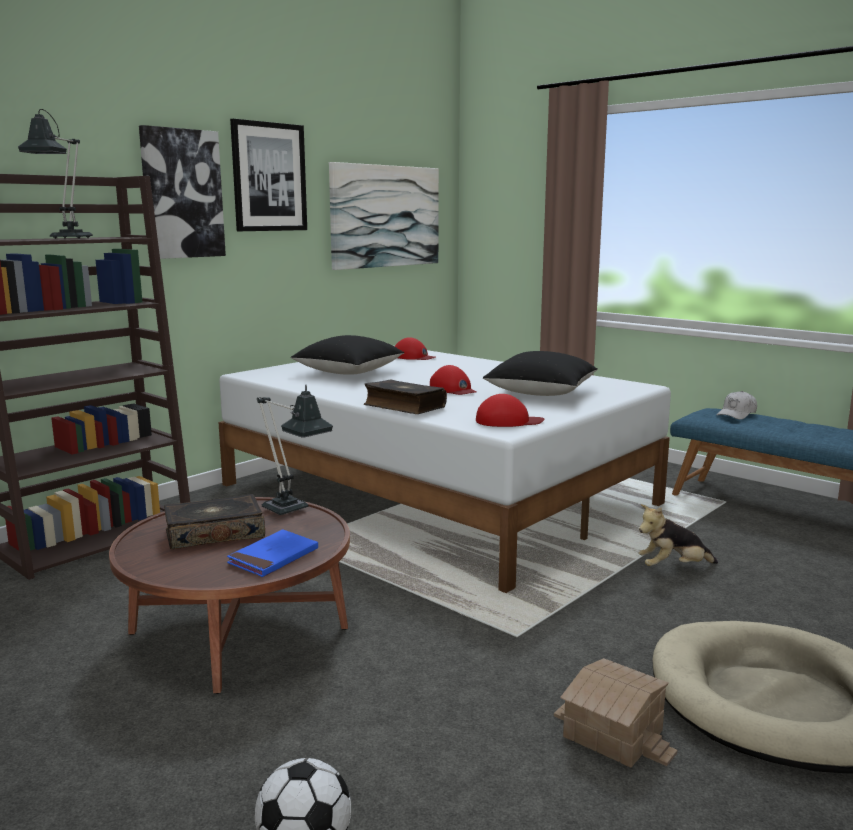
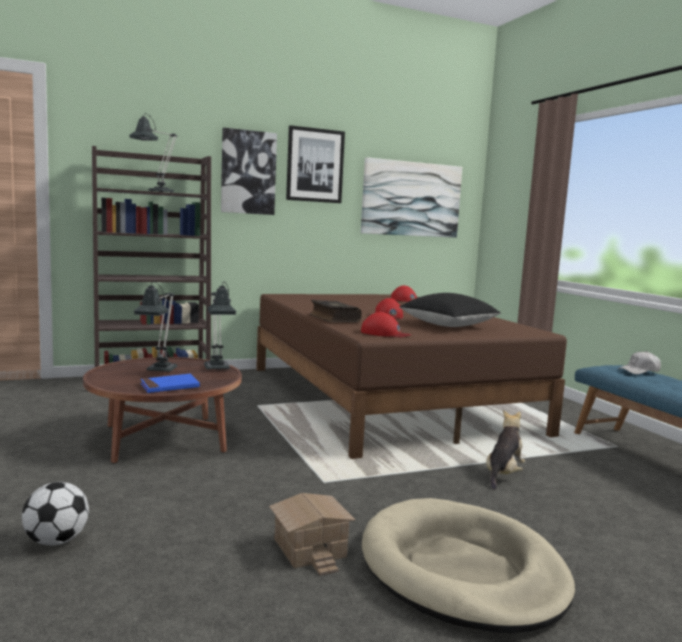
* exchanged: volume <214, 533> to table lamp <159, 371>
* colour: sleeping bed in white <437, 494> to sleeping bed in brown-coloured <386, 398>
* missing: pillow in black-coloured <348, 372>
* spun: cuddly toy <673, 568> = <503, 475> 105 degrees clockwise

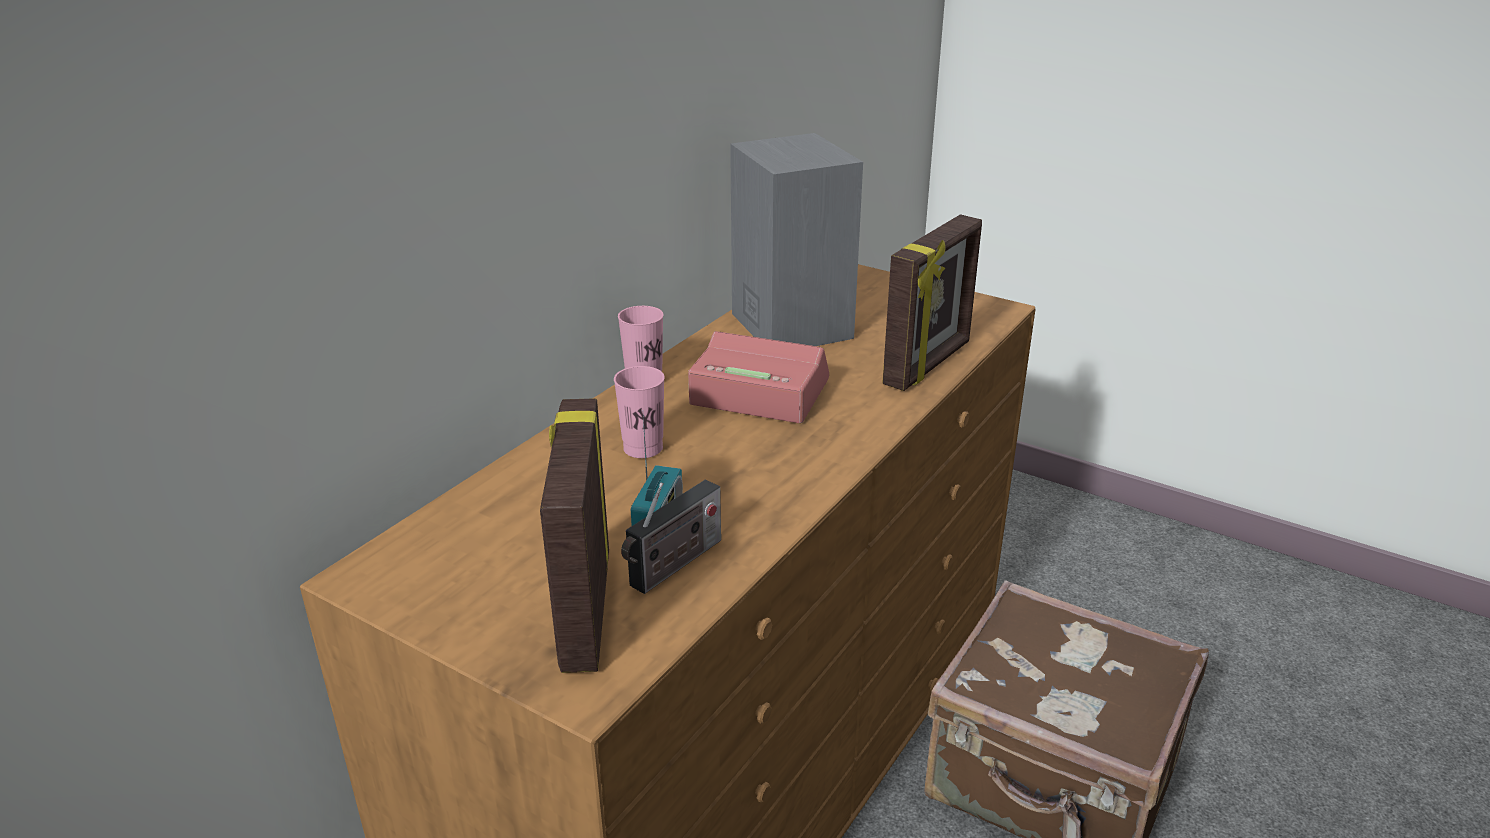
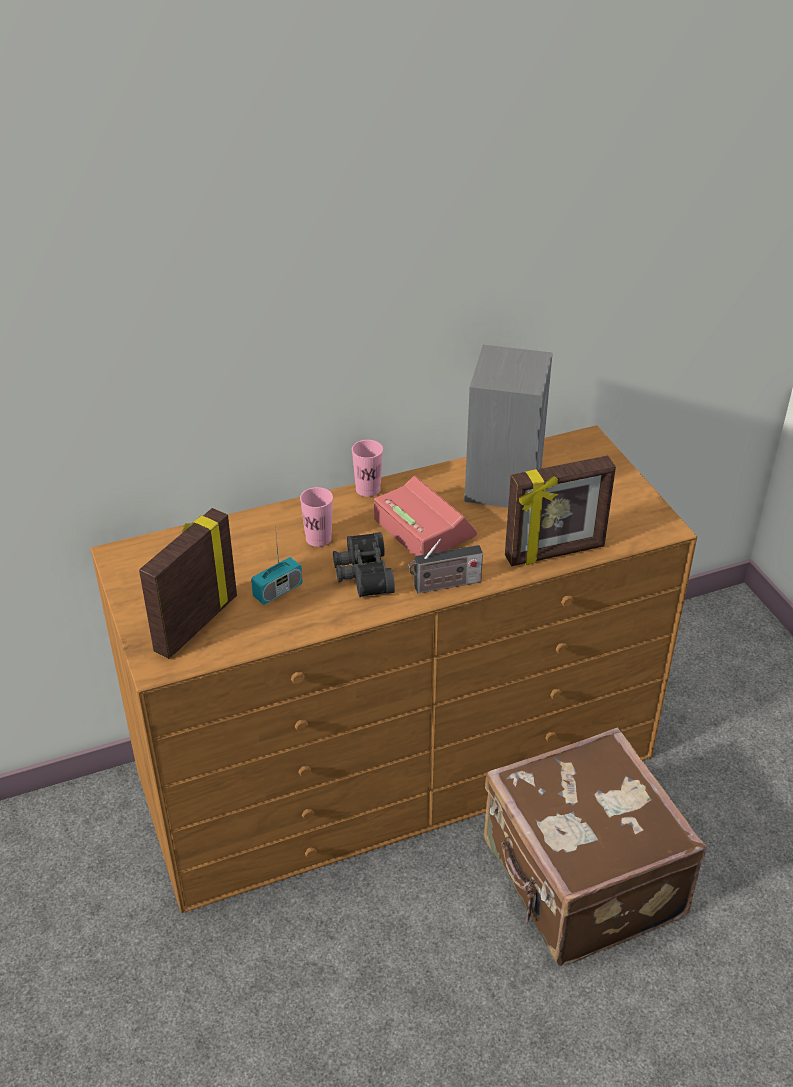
* relocated: radio set <673, 566> to <444, 585>
* appeared: field glasses in black-coloured <361, 574>

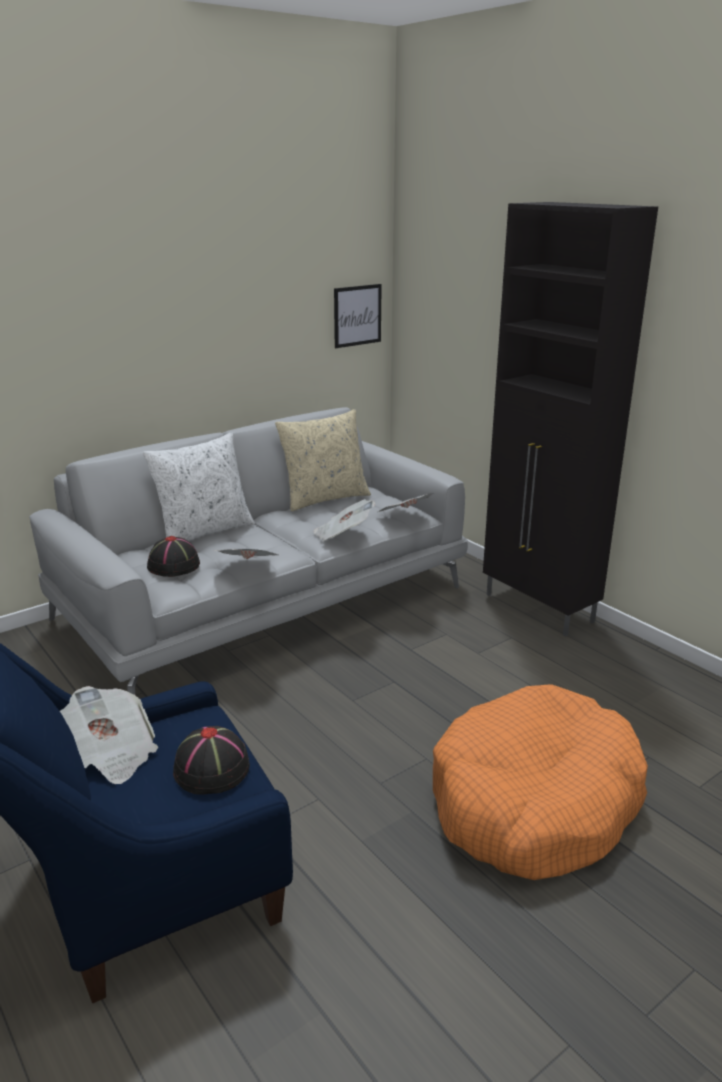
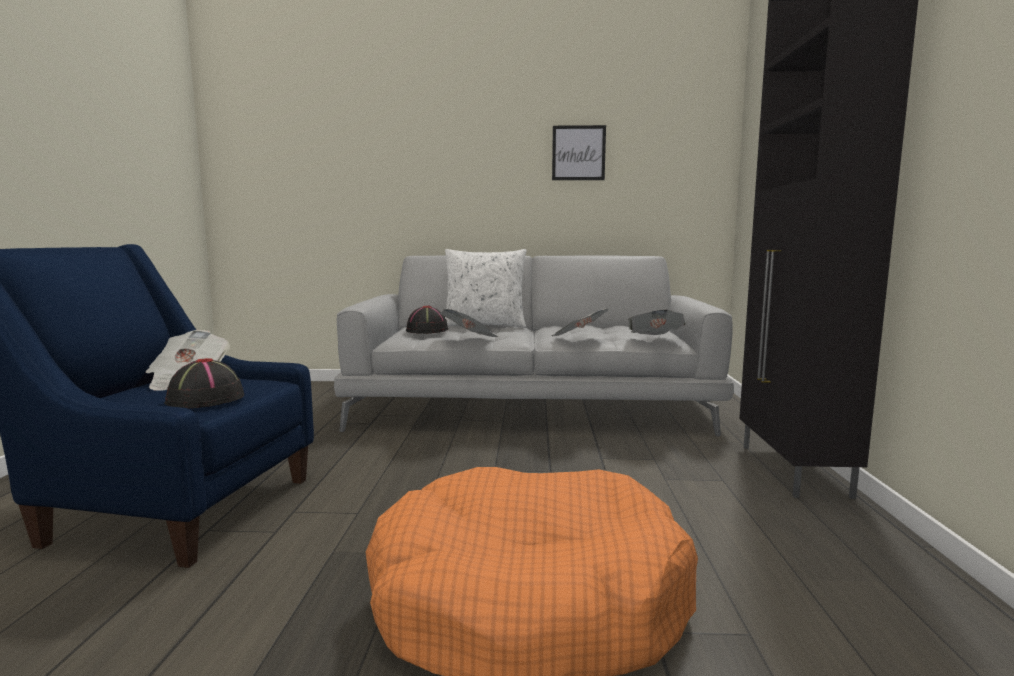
* missing: pillow in beige <324, 498>
* relocated: wall picture <357, 315> to <578, 153>

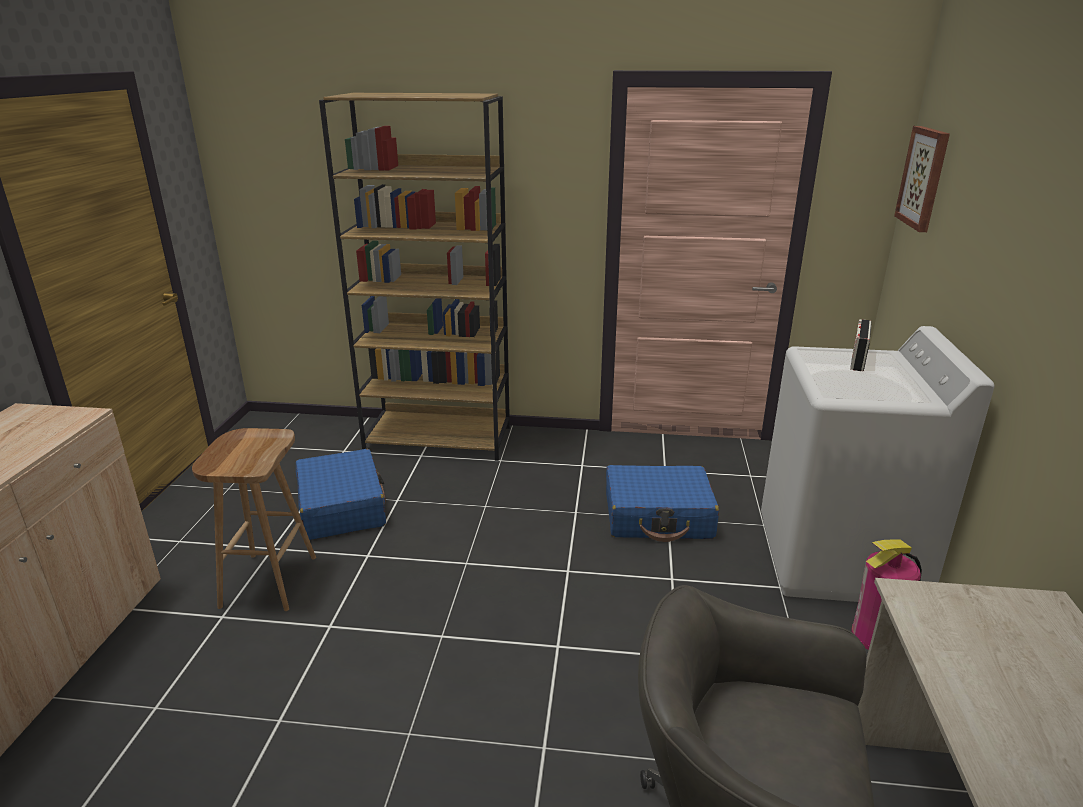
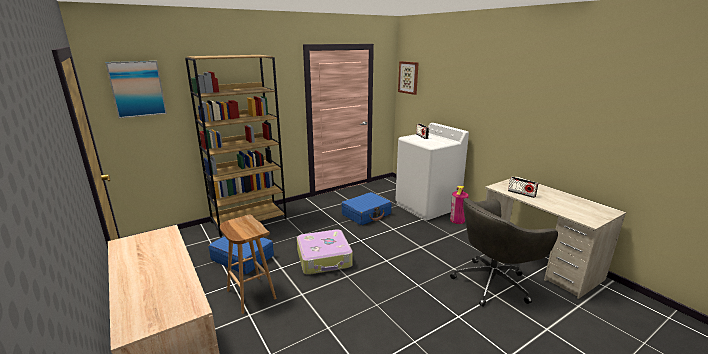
* appeared: wall picture <137, 89>
* appeared: suitcase <324, 259>
* appeared: radio set <521, 193>

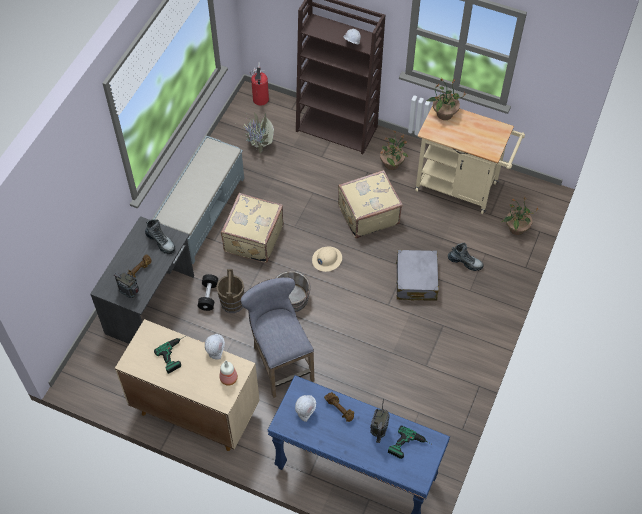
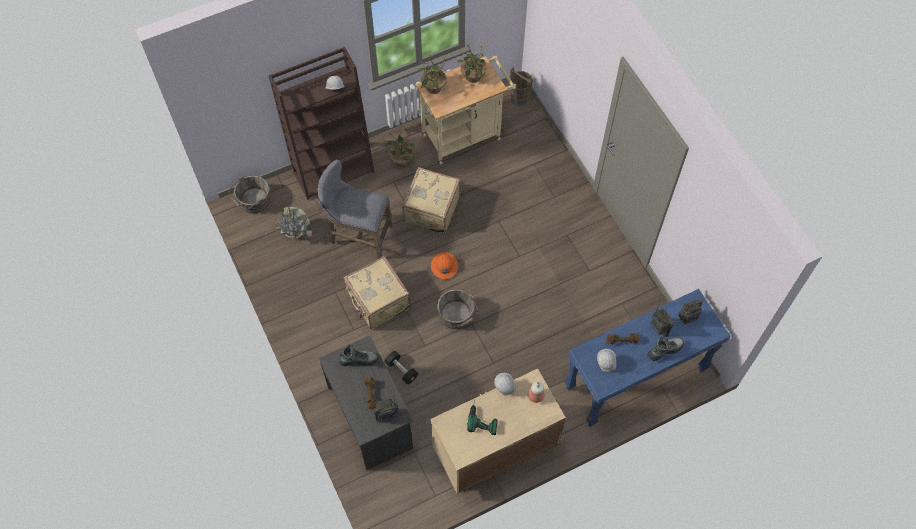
* missing: indoor bench in gray <202, 213>
* relocated: bucket in brown-coloured <232, 303> to <519, 97>
* relocated: stool seat in gray <280, 361> to <358, 235>
* exchanged: fire-fighting cylinder <260, 101> to bucket in gray <252, 201>
* colour: hard hat in beige <326, 259> to hard hat in orangey <444, 266>
* exchanged: electric drill <410, 447> to radio set <687, 319>
* missing: suitcase in gray <416, 280>
* relocated: high-top boot <465, 262> to <665, 350>
* relocated: houseplant <516, 228> to <472, 77>

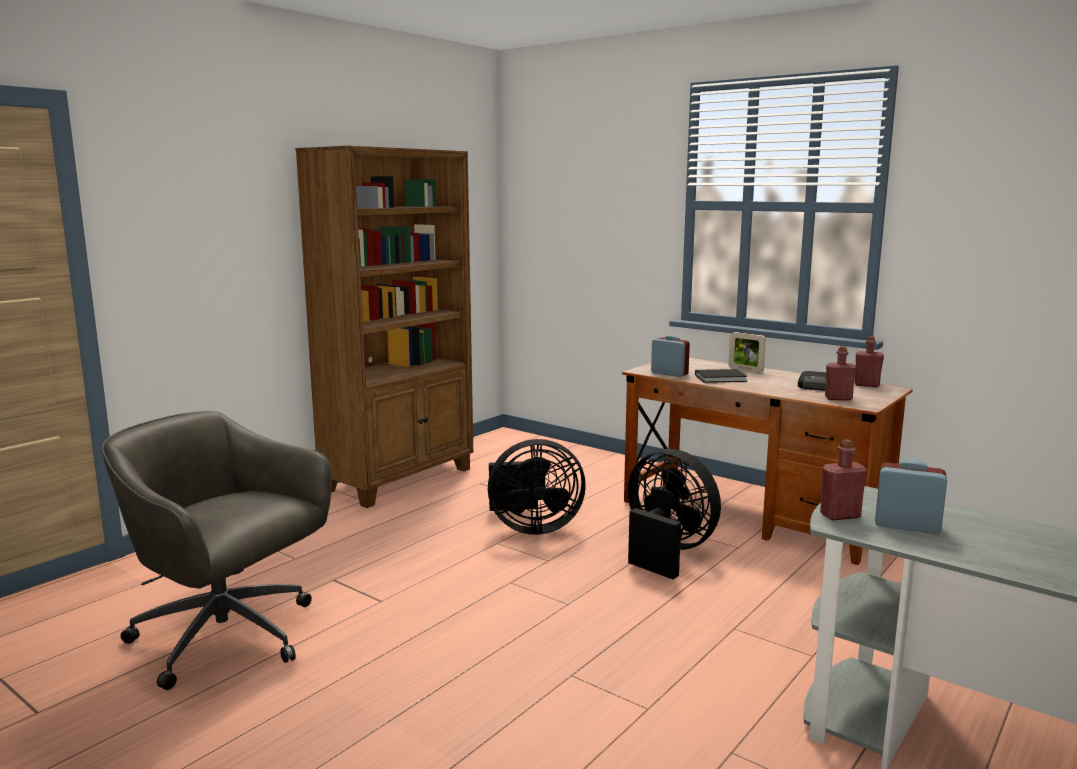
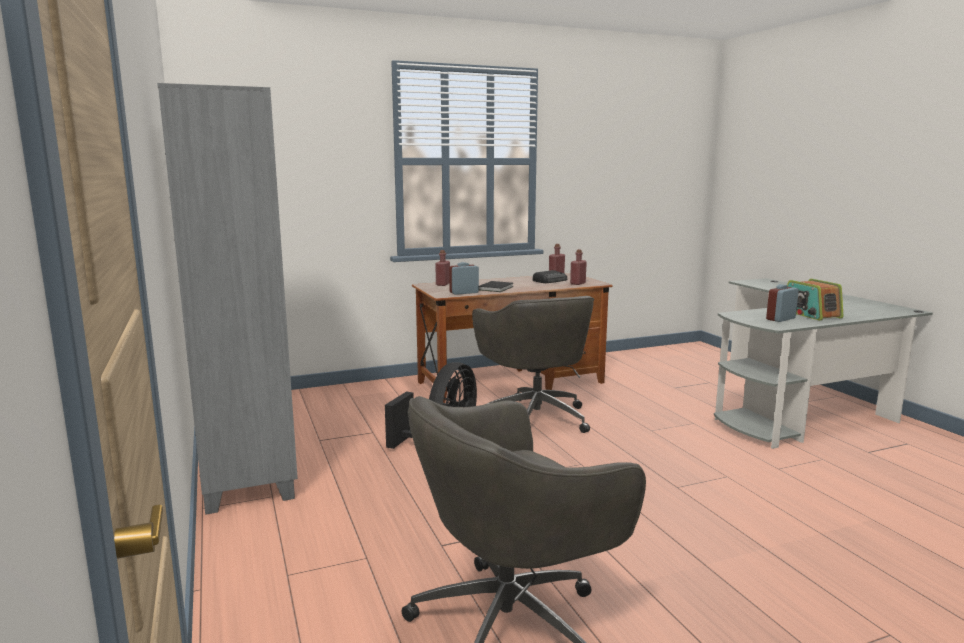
* colour: shelving unit in brown-coloured <400, 480> to shelving unit in gray <248, 469>
* exchanged: fan in black-coloured <666, 552> to office chair in gray <535, 417>
* missing: photo frame <745, 370>
* relocated: beverage bottle in red <840, 515> to <443, 284>
* appeared: radio set <810, 314>

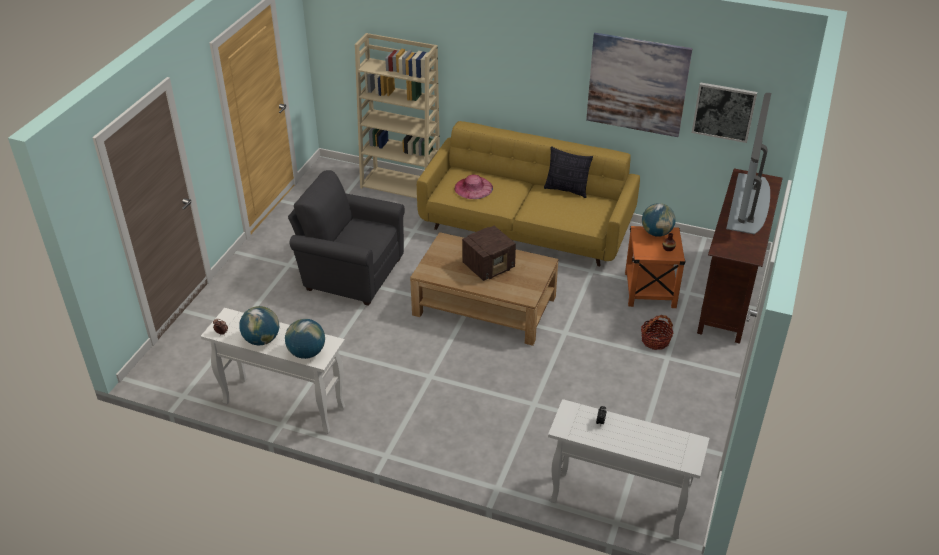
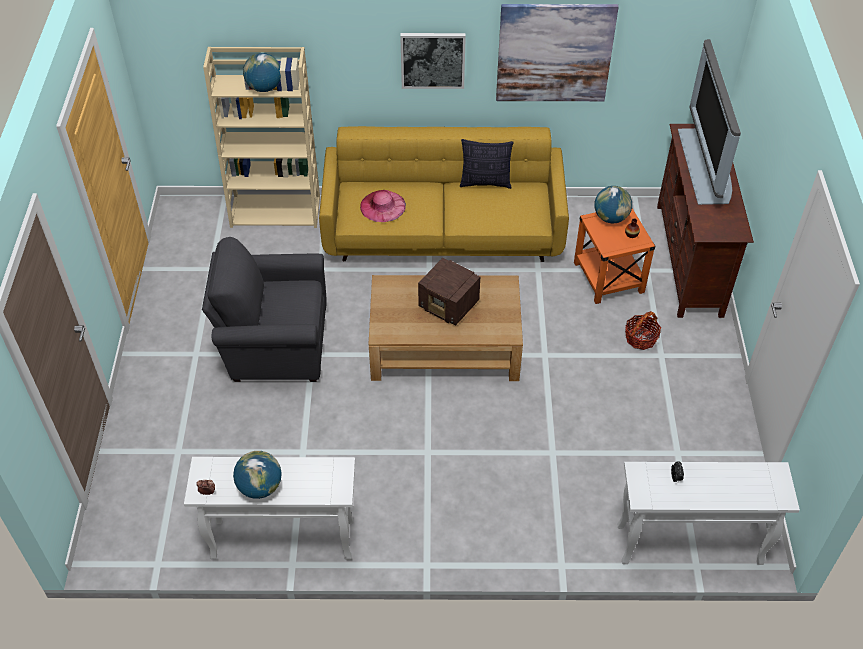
* relocated: desk globe <307, 353> to <264, 88>
* spun: radio set <489, 266> = <449, 305> 90 degrees clockwise
* relocated: wall picture <724, 111> to <432, 60>

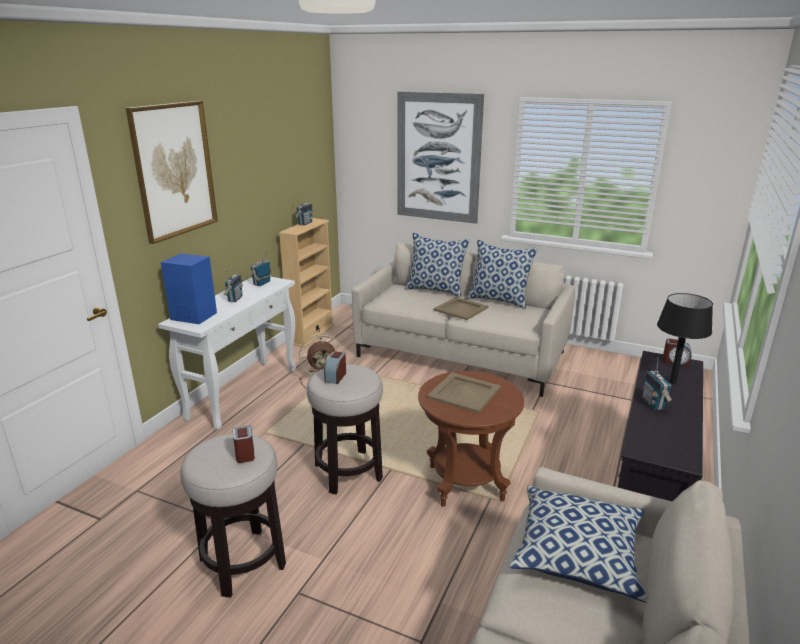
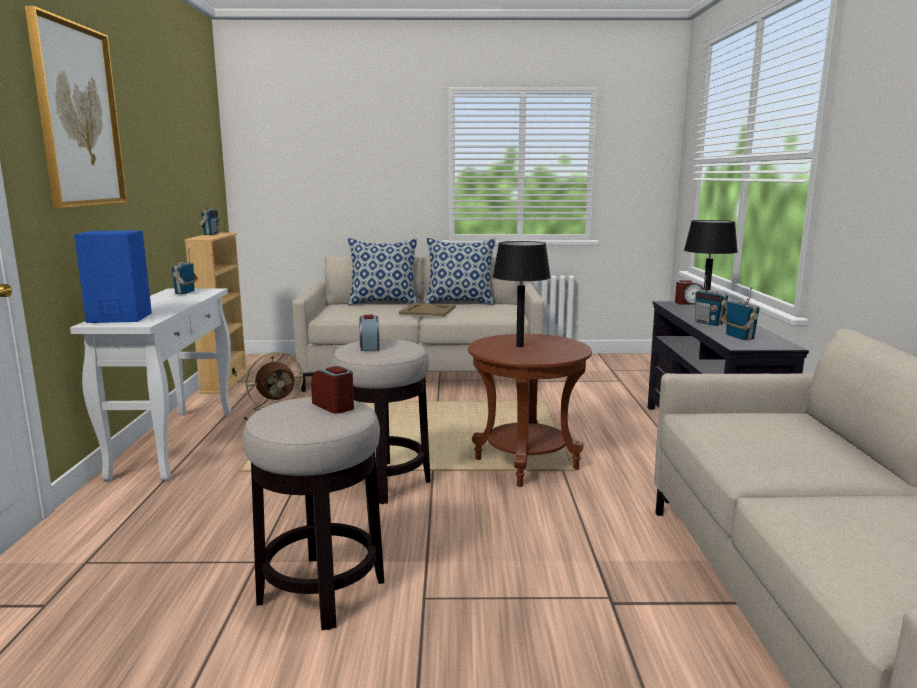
* relocated: radio set <235, 299> to <739, 337>
* missing: wall picture <438, 158>
* exchanged: tray in beige <464, 392> to table lamp in black-coloured <519, 346>
* missing: pillow <578, 555>

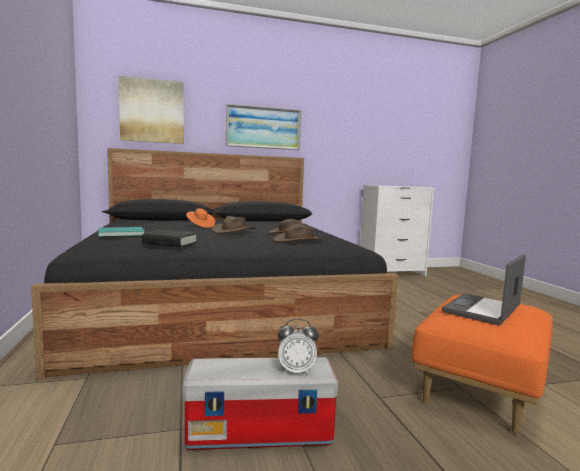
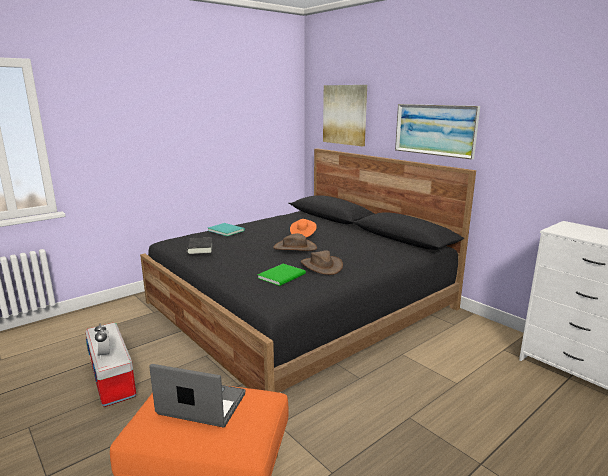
* exchanged: hat in brown-coloured <299, 240> to volume in green <283, 276>

